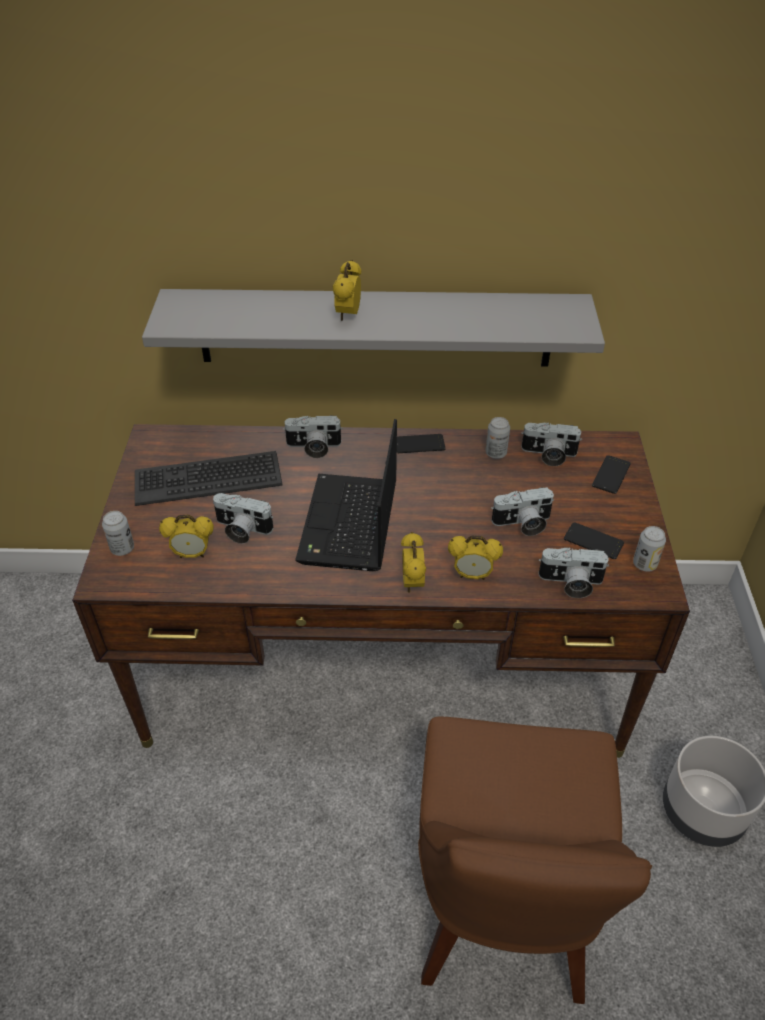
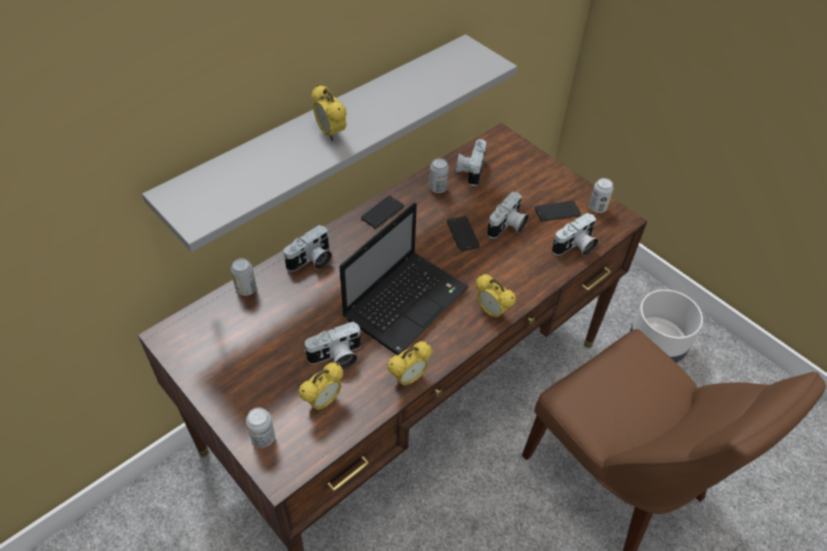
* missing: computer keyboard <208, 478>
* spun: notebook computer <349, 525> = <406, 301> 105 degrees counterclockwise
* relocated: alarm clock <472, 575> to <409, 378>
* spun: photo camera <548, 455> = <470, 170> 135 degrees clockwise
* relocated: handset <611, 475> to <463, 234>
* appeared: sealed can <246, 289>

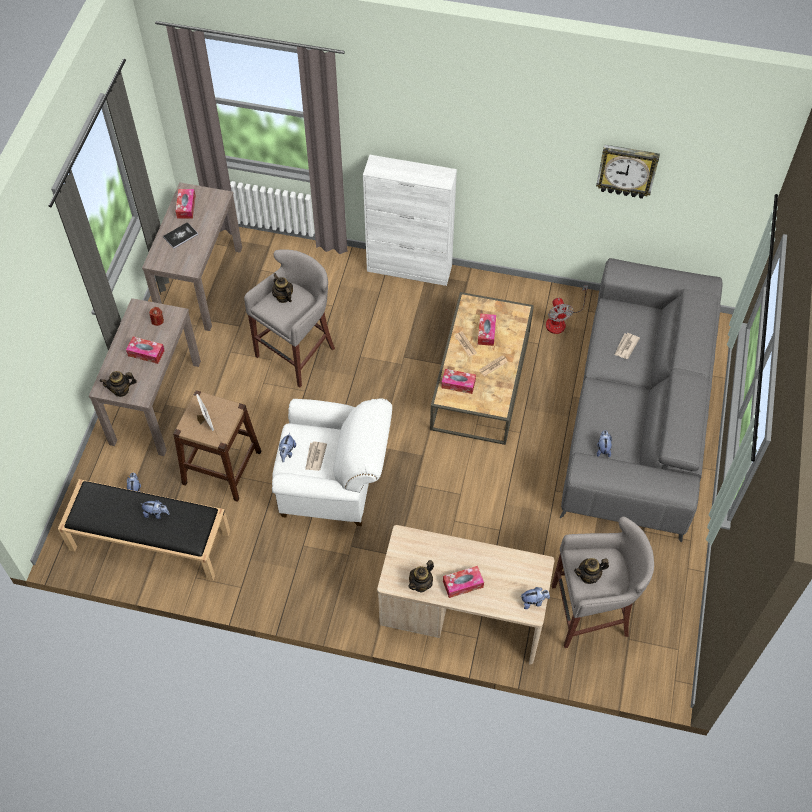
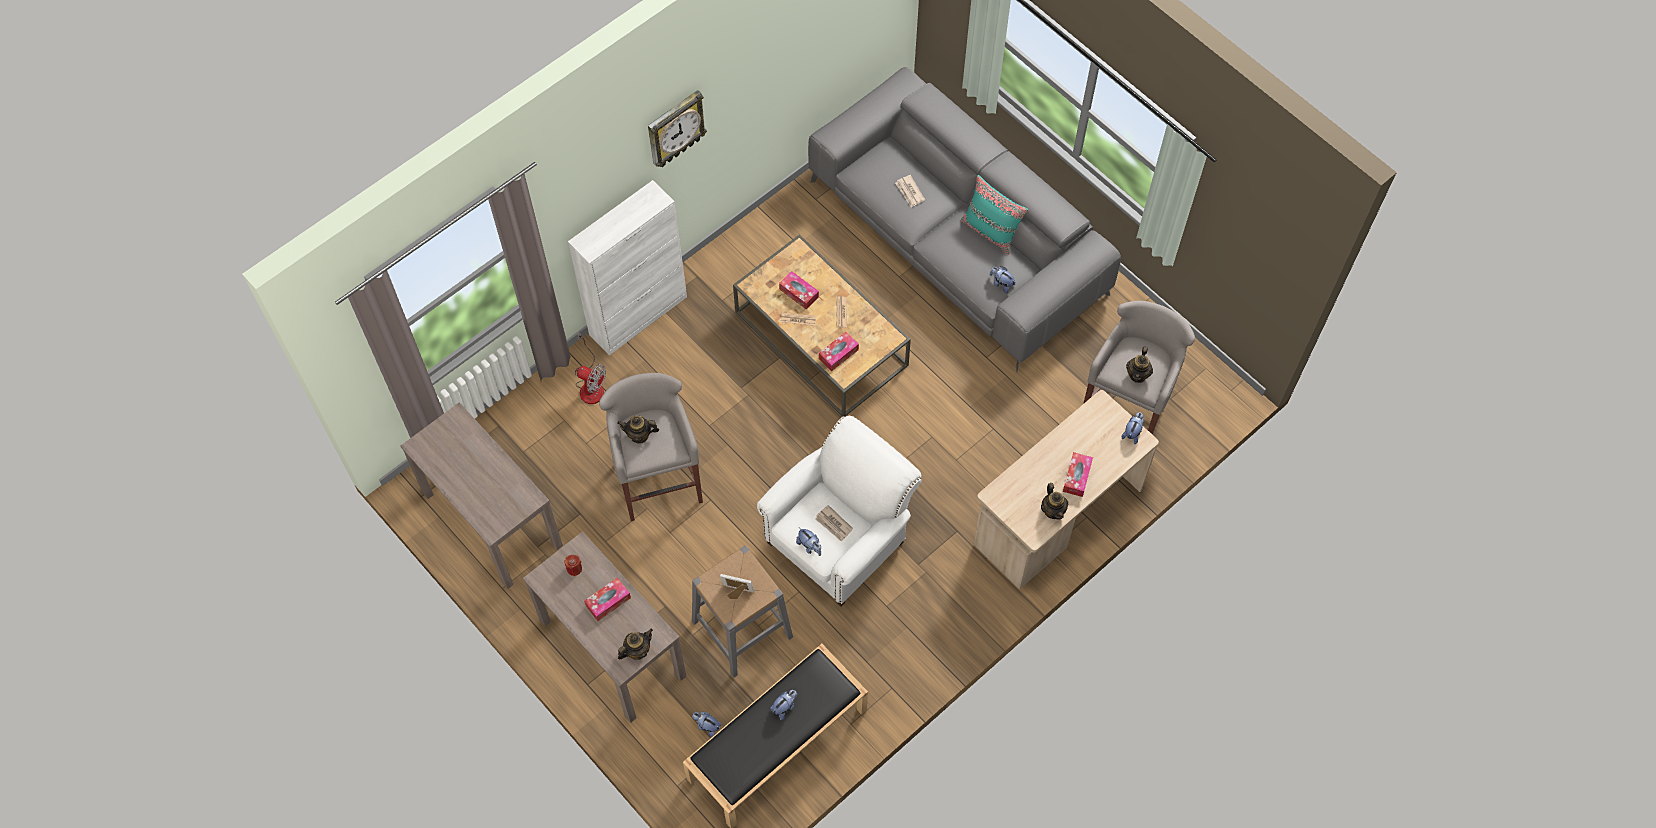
* spun: teapot <121, 390> = <637, 650> 150 degrees counterclockwise
* missing: volume <180, 236>
* colour: stool seat in brown-coloured <222, 467> to stool seat in gray <742, 629>
* missing: tissue holder <186, 207>
* relocated: fan <560, 321> to <590, 385>
* relocated: clock on the wall <627, 170> to <675, 129>
* appeared: pillow in turquoise <991, 231>

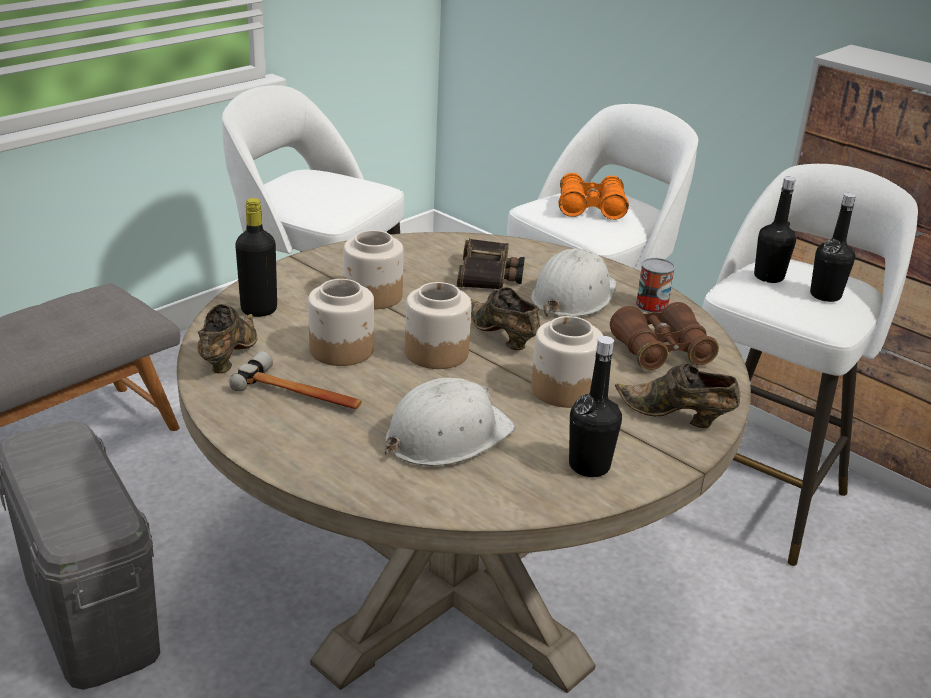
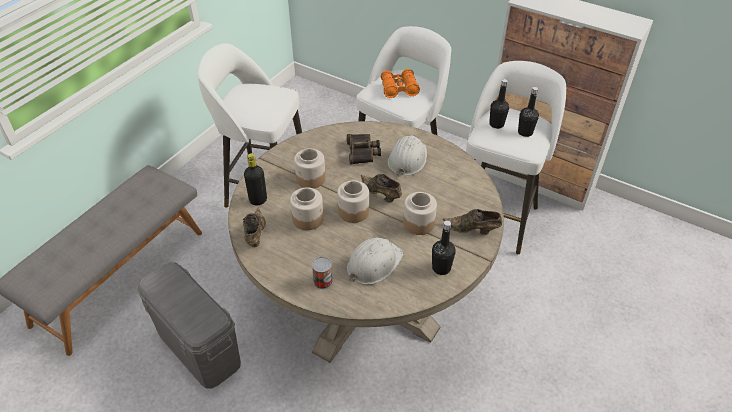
* missing: hand hammer <300, 394>
* missing: field glasses in brown-coloured <661, 351>
* relocated: sealed can <652, 305> to <323, 281>

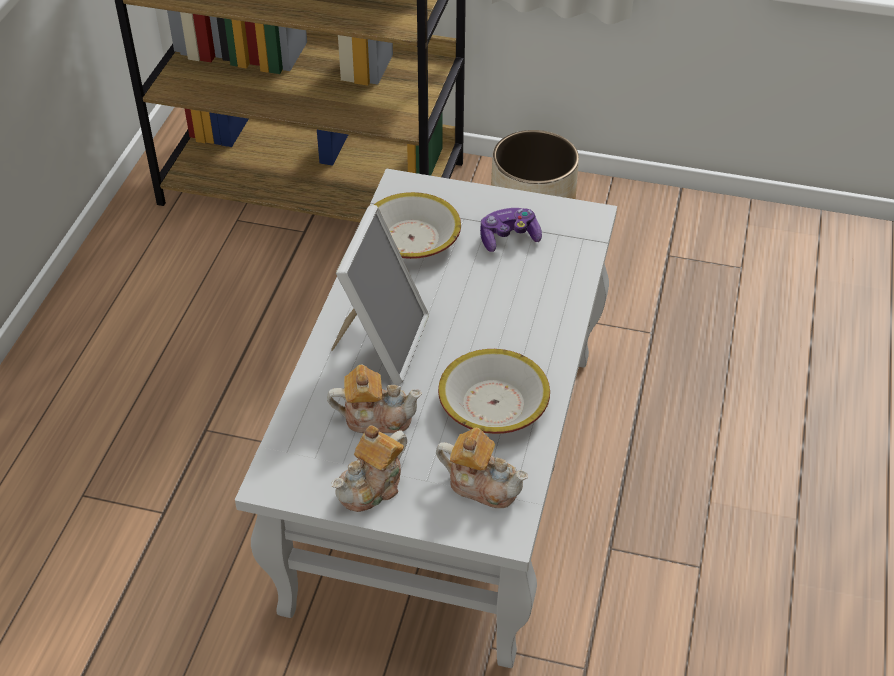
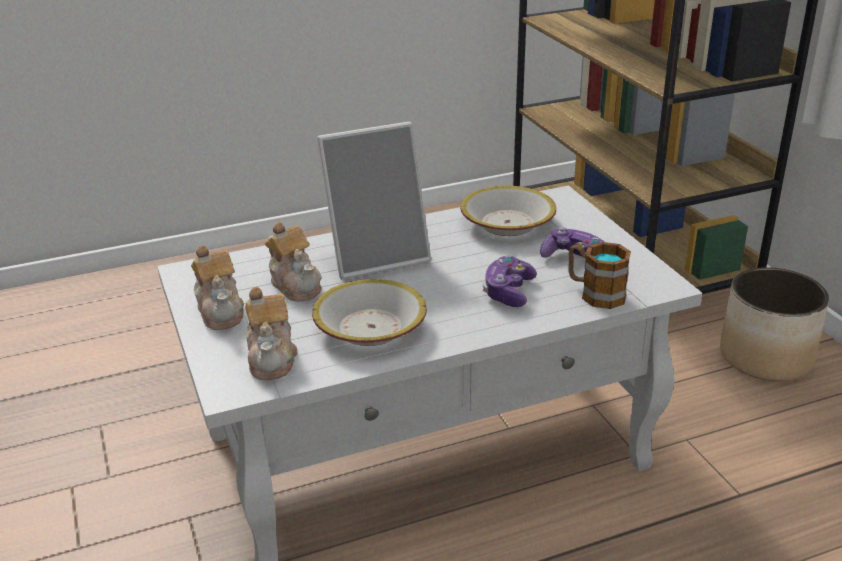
* spun: teapot <372, 486> = <221, 311> 120 degrees counterclockwise
* appeared: gamepad <508, 292>
* appeared: mug <595, 293>

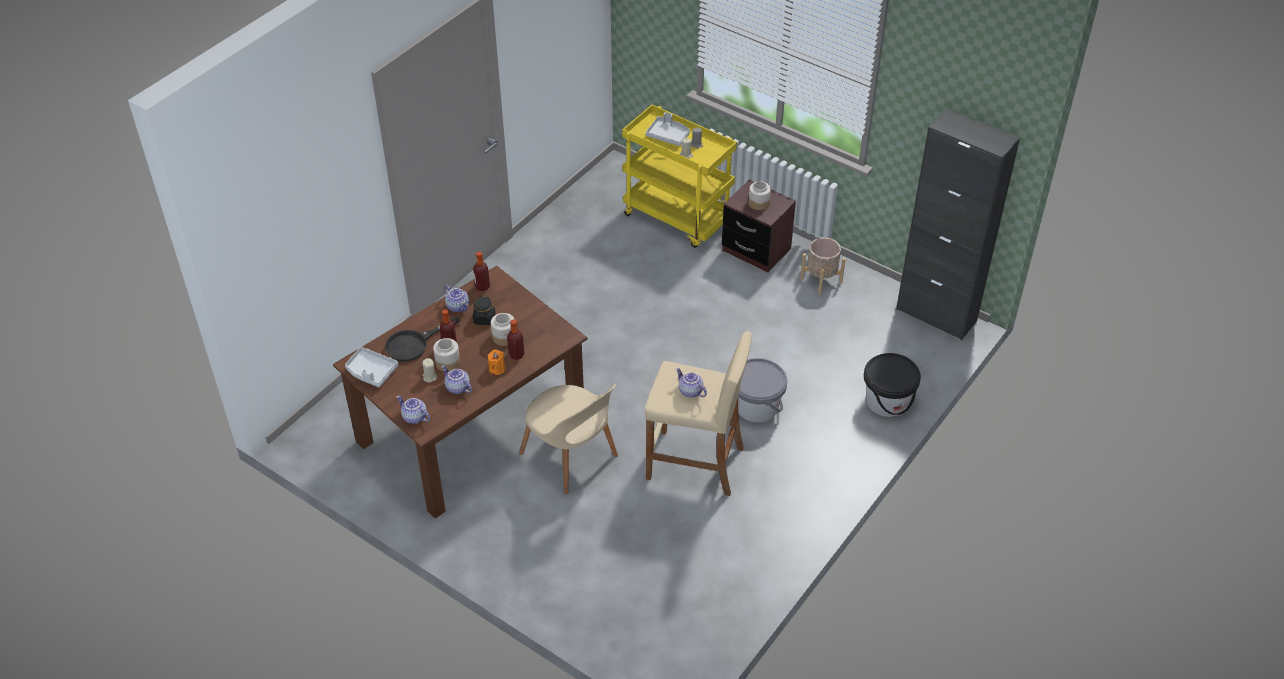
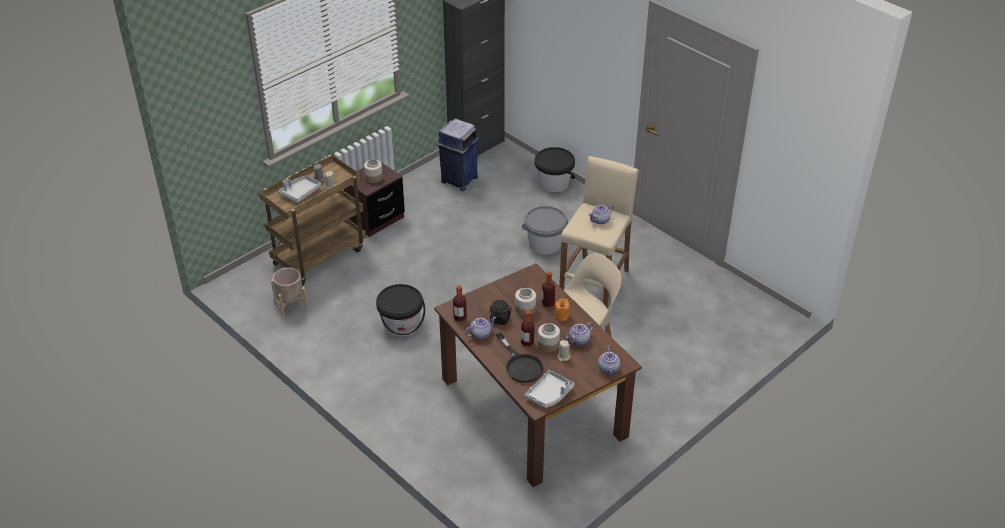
* spun: teapot <414, 417> = <609, 369> 45 degrees counterclockwise
* colour: wheeled cart in yellowish <678, 218> to wheeled cart in brown-coloured <319, 256>
* relocated: planter in beige <821, 280> to <291, 305>
* appeared: bucket in black-coloured <401, 325>
* appeared: trash can in bluish <459, 180>

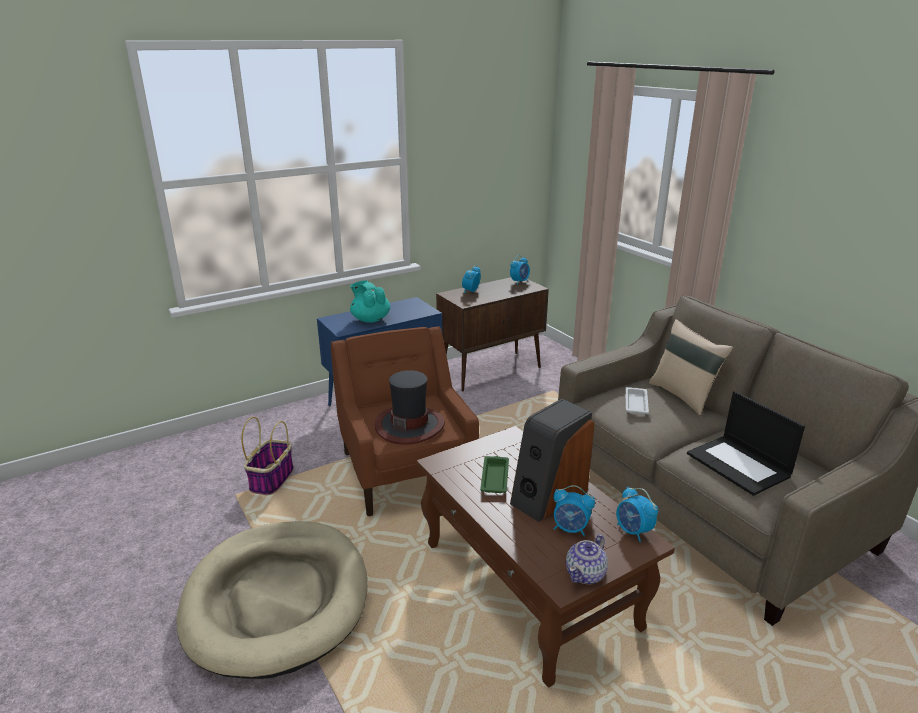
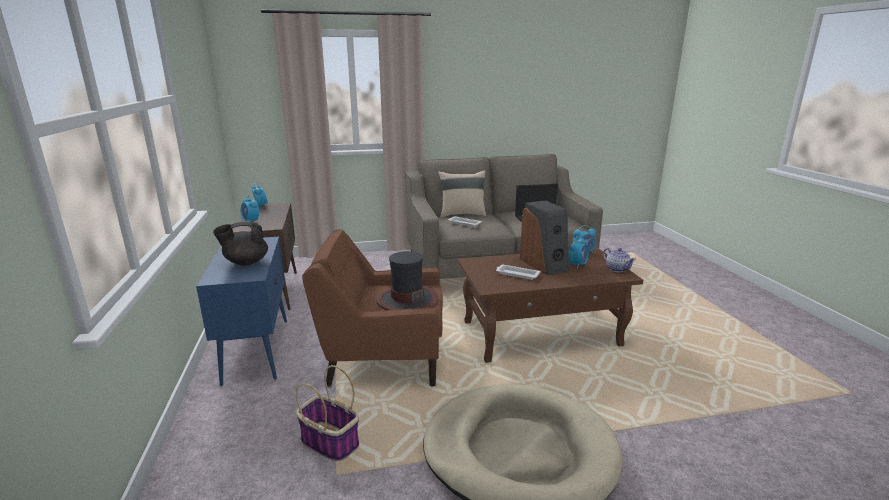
* colour: teapot in turquoise <370, 319> to teapot in black-coloured <246, 262>
* colour: tray in green <495, 477> to tray in white <517, 274>

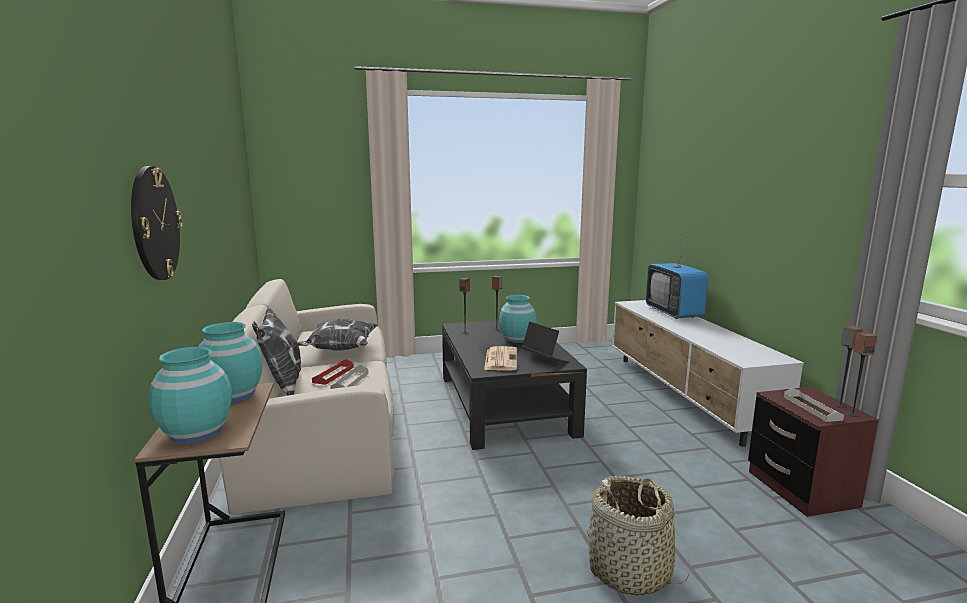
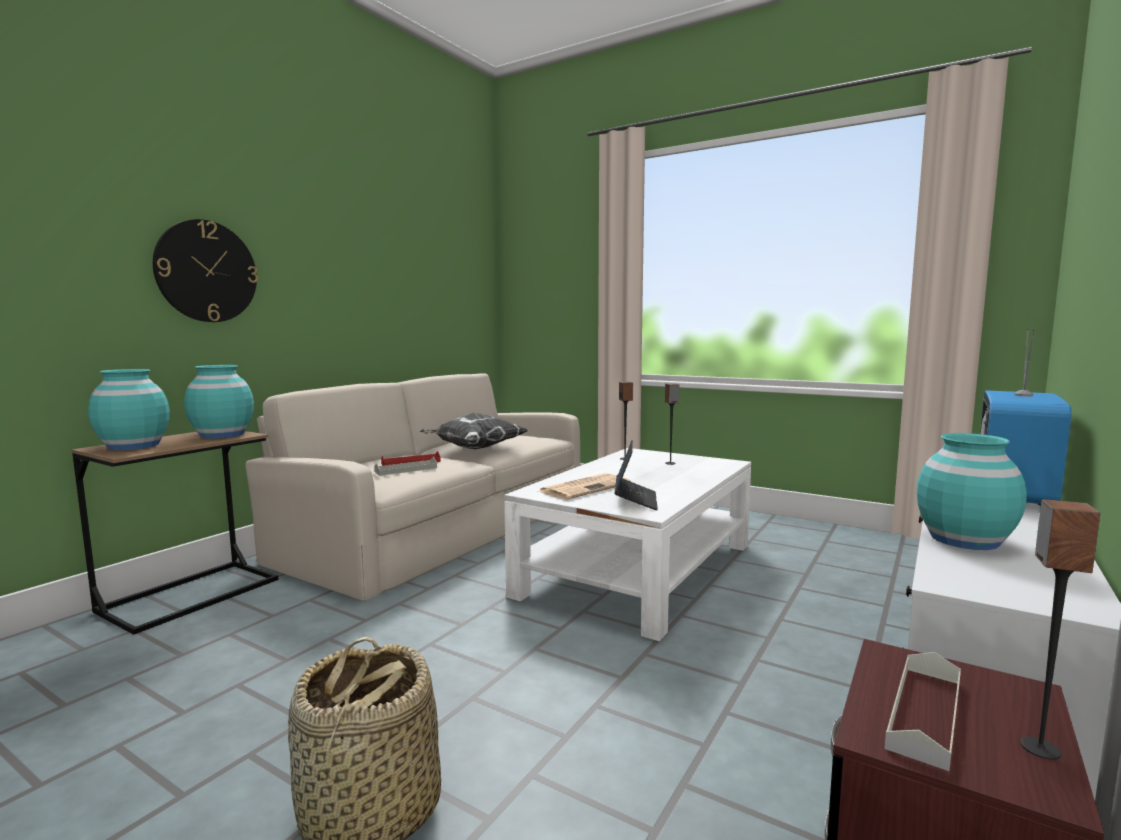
* missing: pillow <282, 386>
* colour: coffee table in black-coloured <504, 404> to coffee table in white <639, 568>
* relocated: flower vase in turquoise <517, 339> to <964, 540>
* missing: loudspeaker <852, 414>

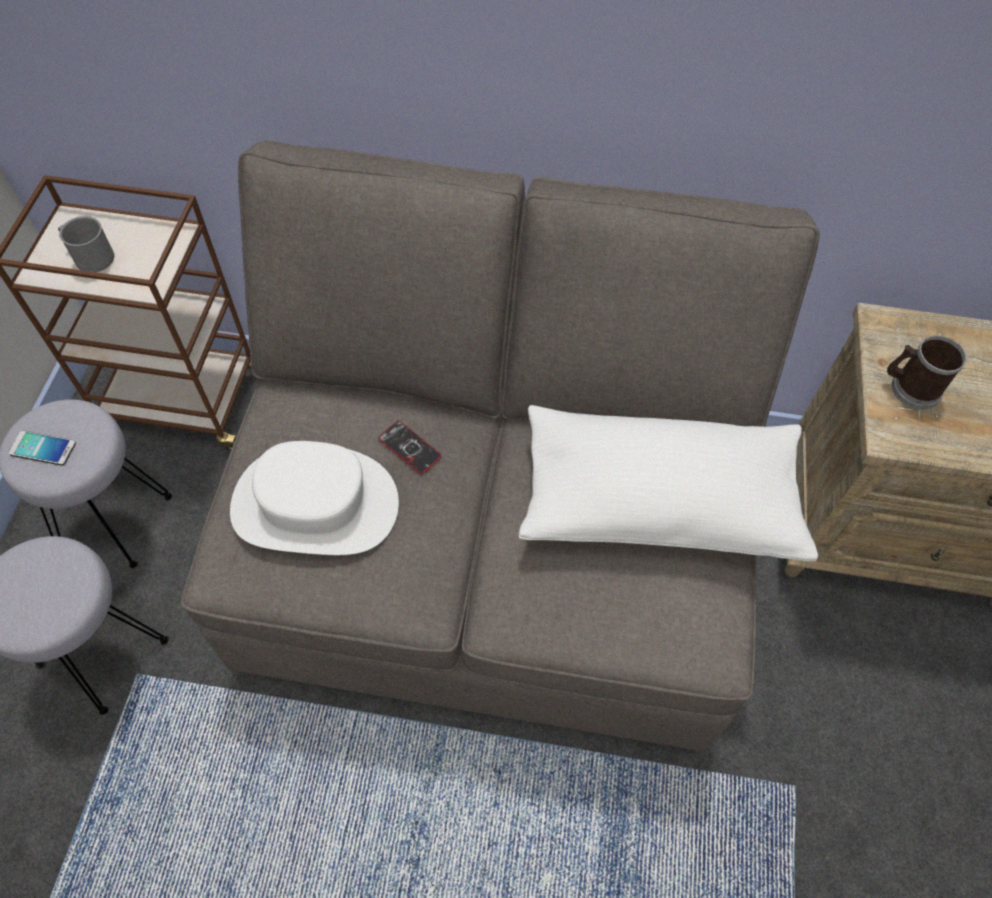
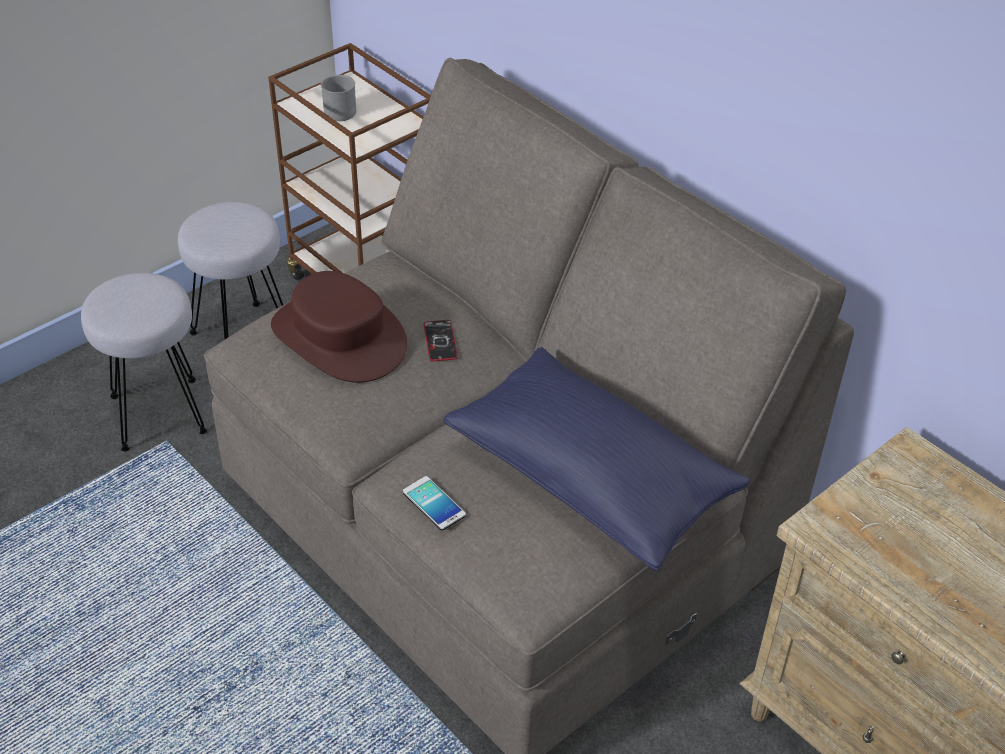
* relocated: handset <43, 448> to <434, 504>
* colour: hat in white <315, 504> to hat in brown-coloured <339, 337>
* colour: pillow in white <658, 500> to pillow in bluish <591, 479>
* missing: mug <910, 387>

